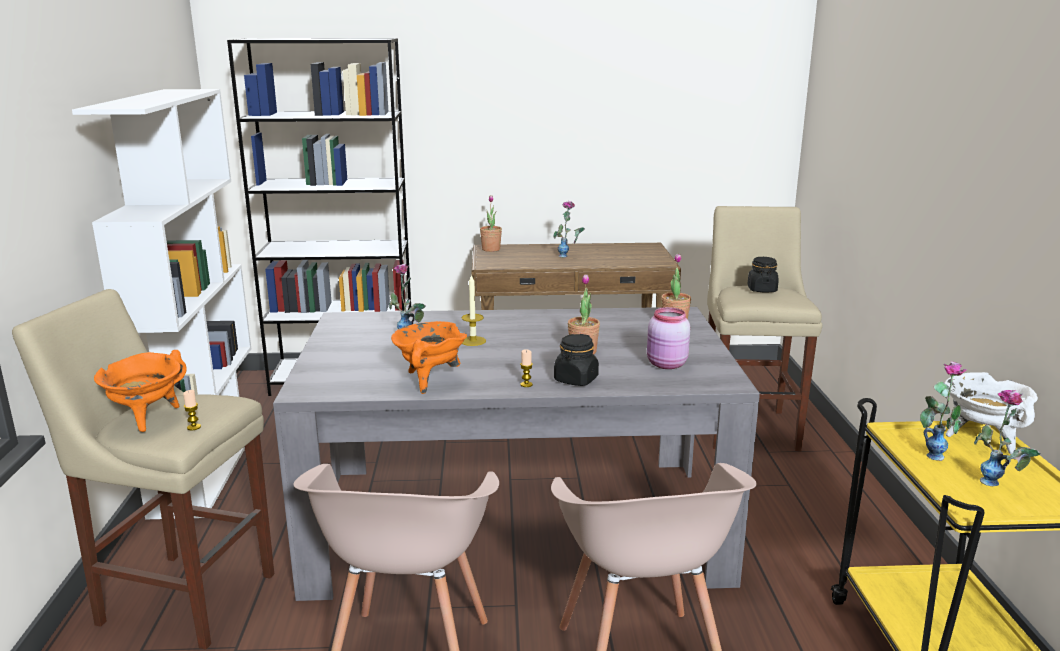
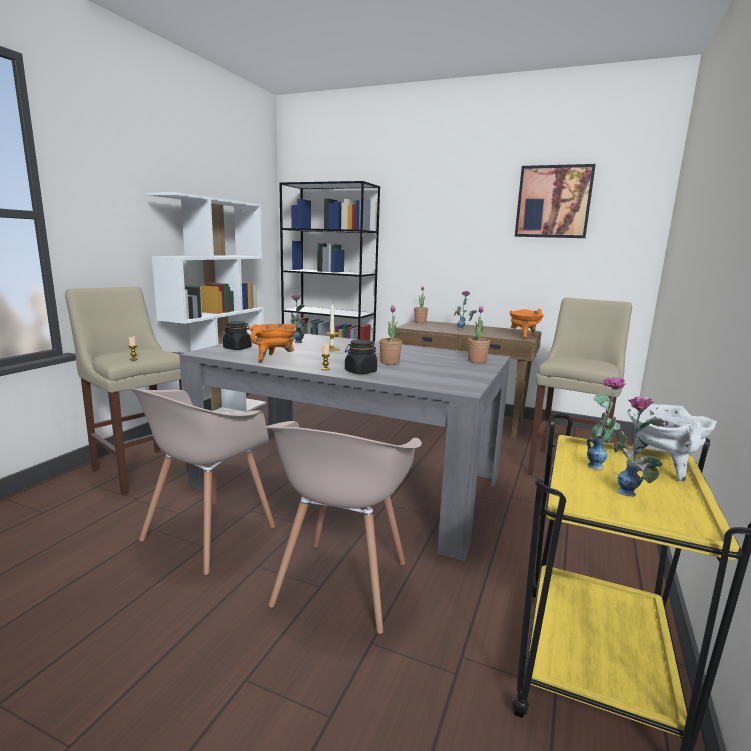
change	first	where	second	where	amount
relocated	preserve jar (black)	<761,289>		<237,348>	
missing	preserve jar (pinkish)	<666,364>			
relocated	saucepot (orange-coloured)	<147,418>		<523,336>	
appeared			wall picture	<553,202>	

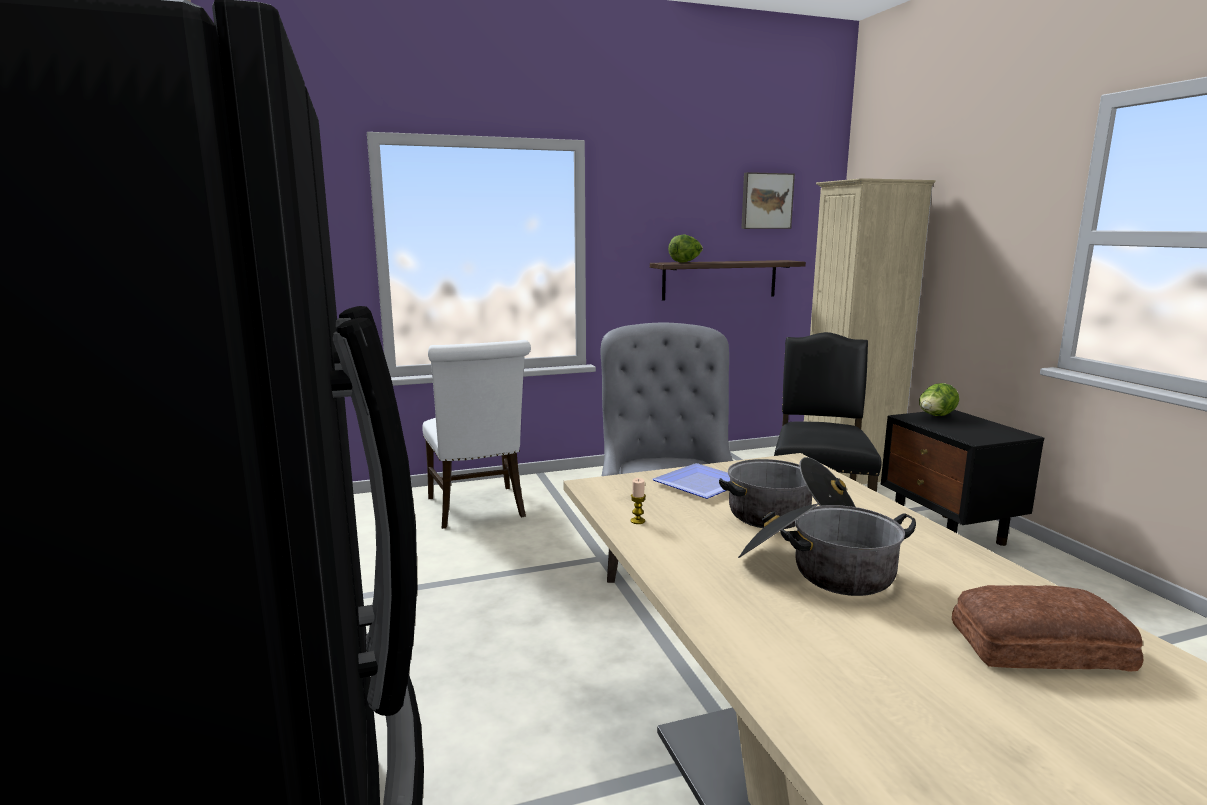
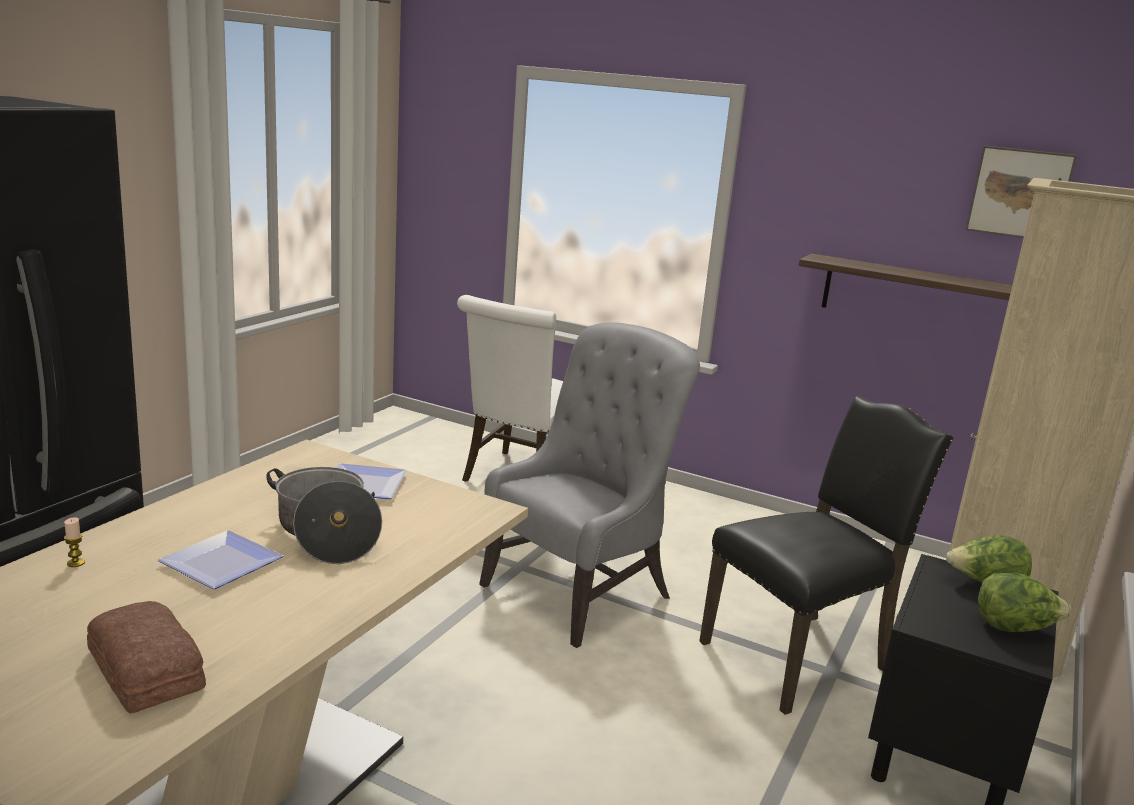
change	first	where	second	where	amount
relocated	lettuce	<685,262>		<1014,628>	
relocated	wax candle	<637,521>		<75,563>	
exchanged	saucepot	<819,570>	flat dish	<217,564>	

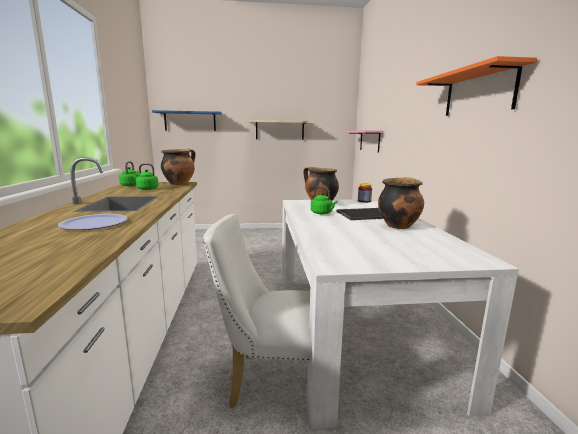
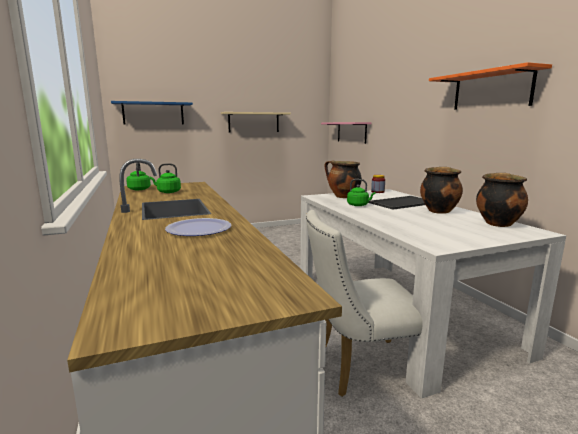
change	first	where	second	where	amount
relocated	saucepot	<179,184>		<497,223>	

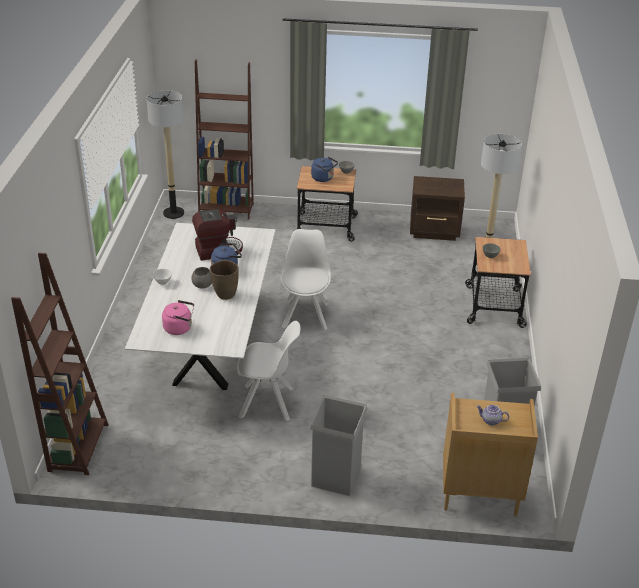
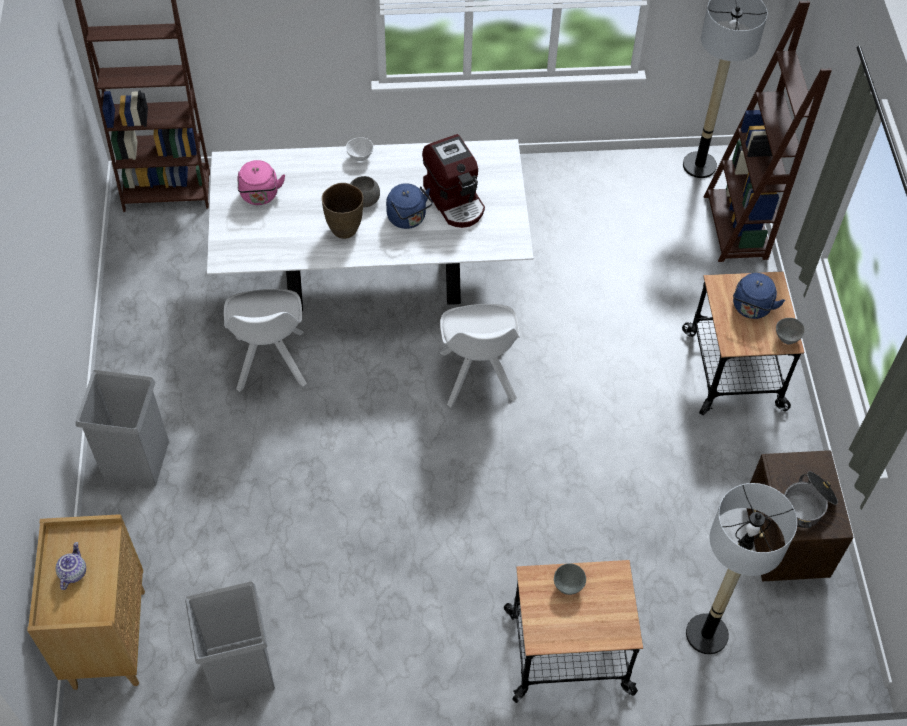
change	first	where	second	where	amount
spun	chair (whitish)	<306,314>		<477,377>	90 degrees clockwise
appeared			saucepot	<807,506>	

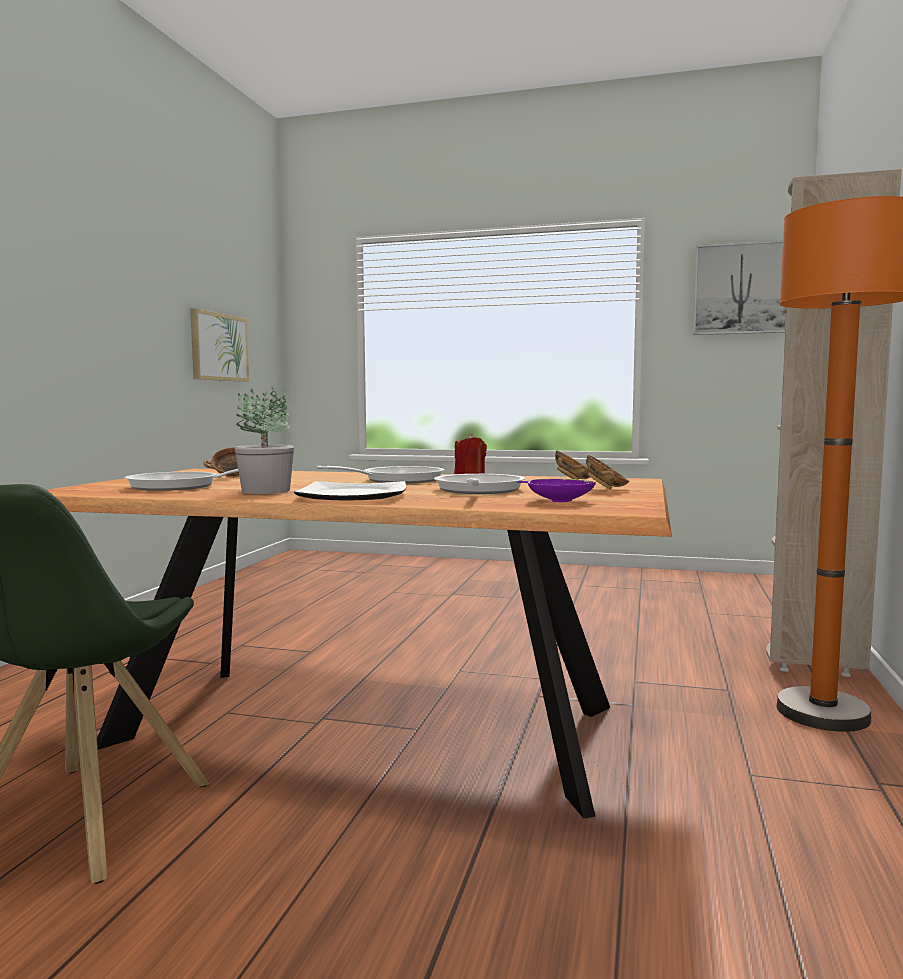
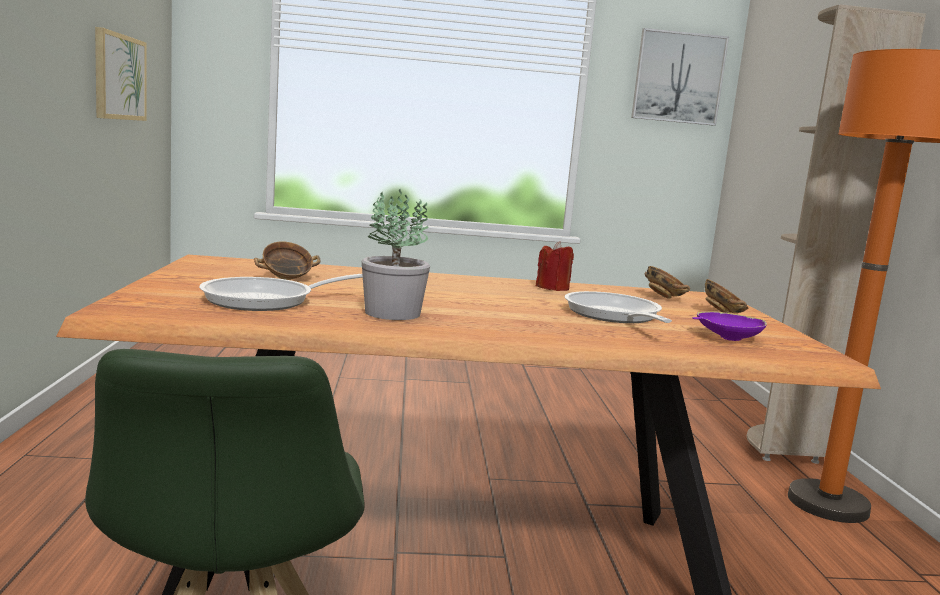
change	first	where	second	where	amount
missing	frying pan	<396,480>			
missing	flat dish	<352,495>			

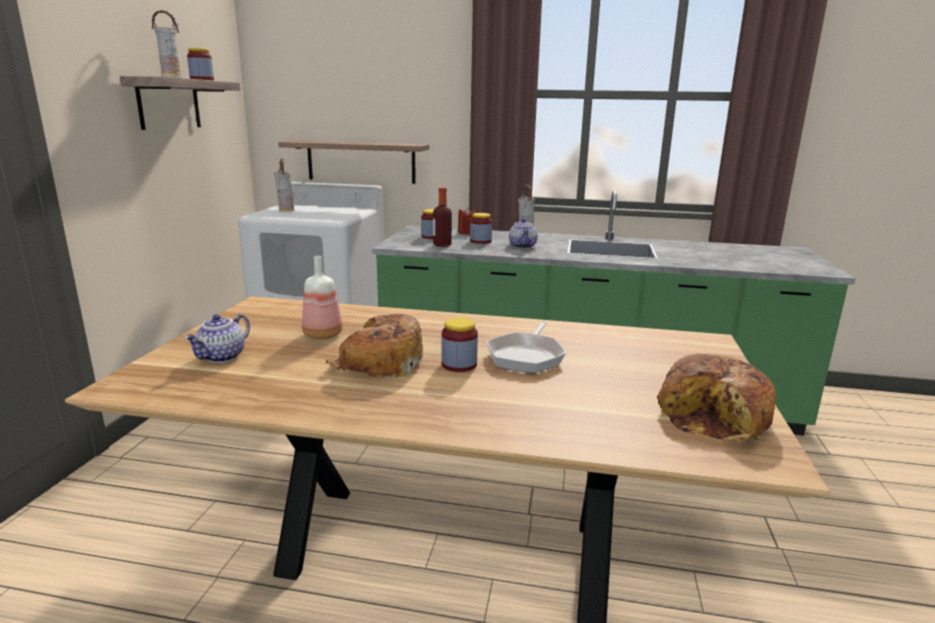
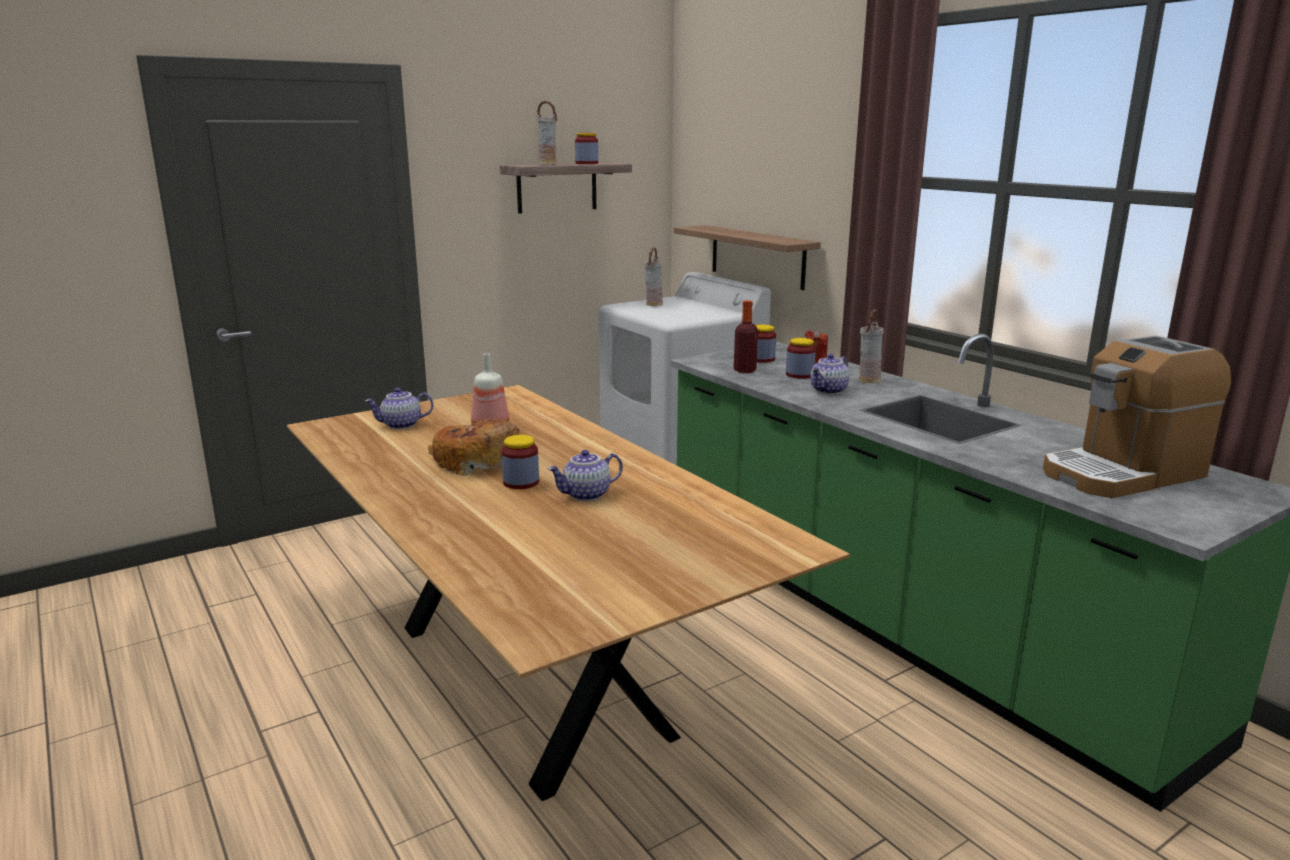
change	first	where	second	where	amount
exchanged	frying pan	<526,356>	teapot	<586,495>	
missing	bread	<715,416>			
appeared			coffee machine	<1123,473>	

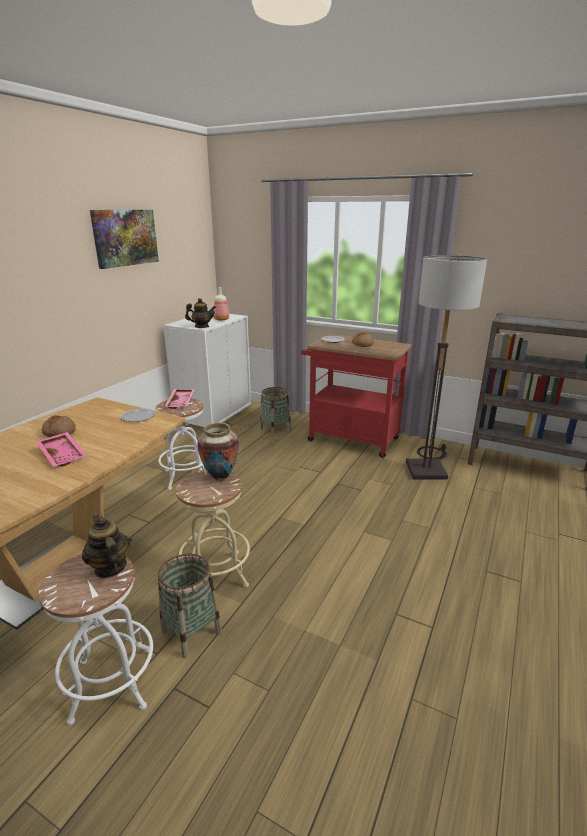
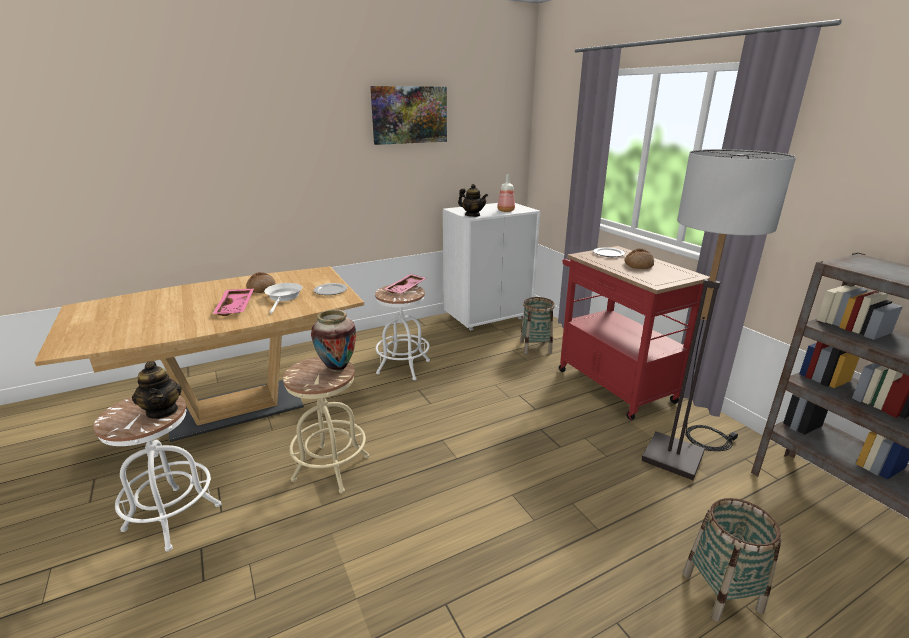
change	first	where	second	where	amount
spun	teapot	<110,568>		<163,411>	150 degrees clockwise
relocated	basket	<191,631>		<721,592>	
appeared			frying pan (whitish)	<284,297>	

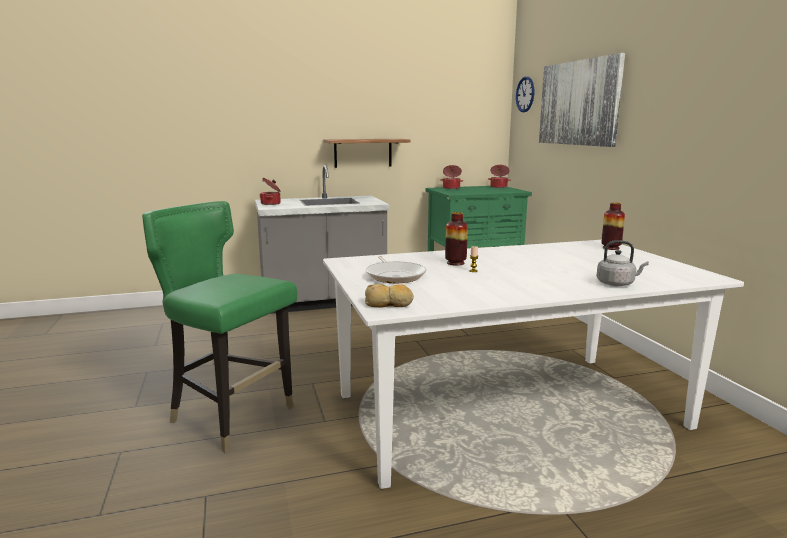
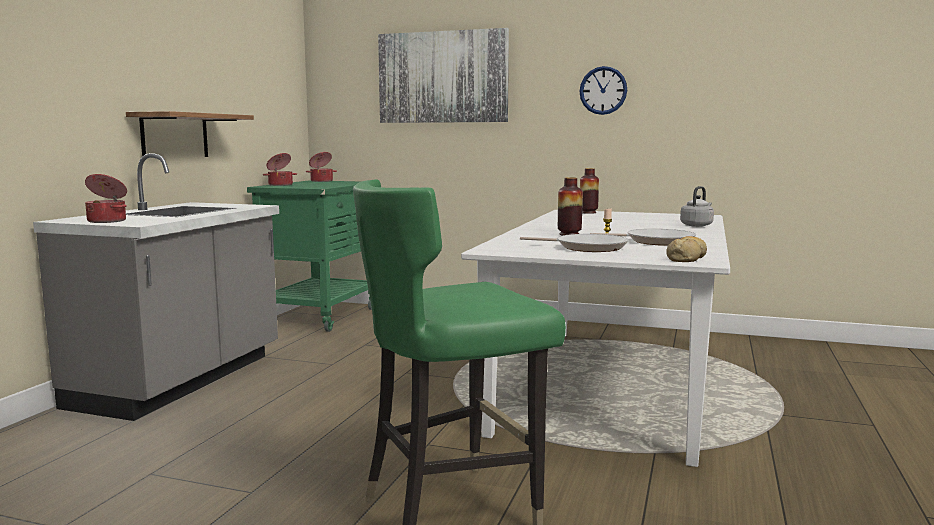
change	first	where	second	where	amount
relocated	clock on the wall	<525,94>		<603,90>	
appeared			frying pan	<655,241>	

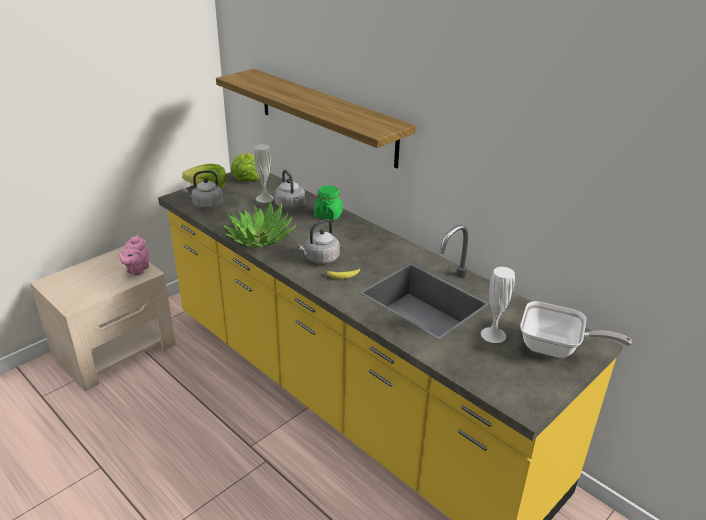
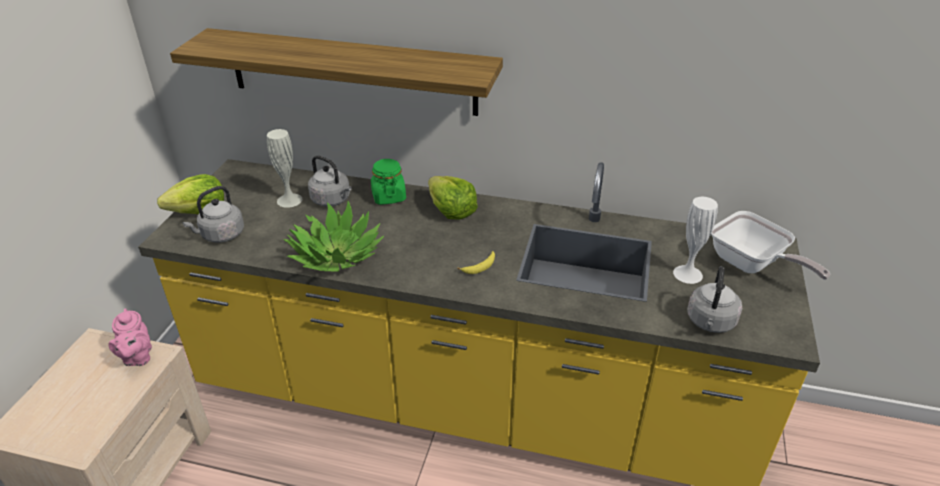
change	first	where	second	where	amount
relocated	lettuce	<246,177>		<451,211>	
relocated	water kettle (gray)	<320,259>		<710,323>	
spun	frying pan	<556,348>		<751,265>	60 degrees clockwise

